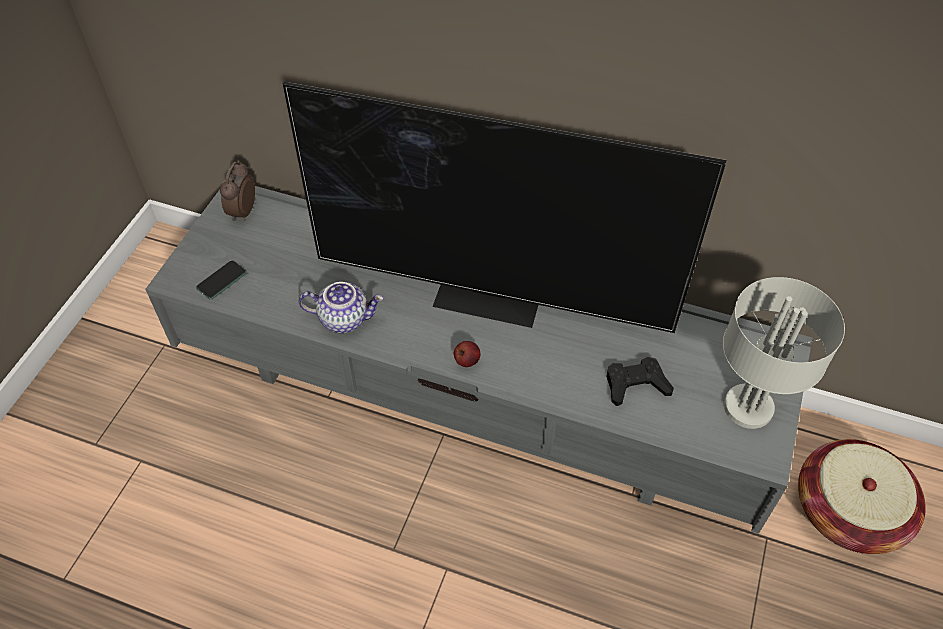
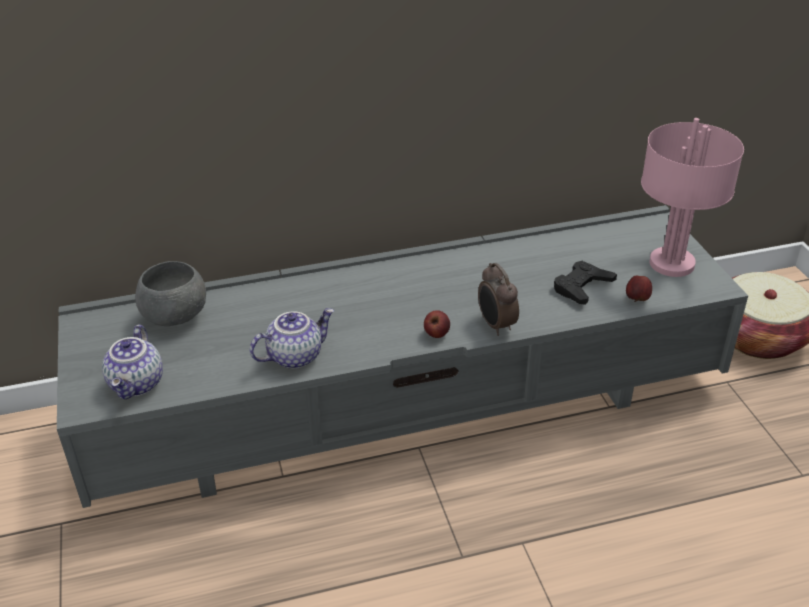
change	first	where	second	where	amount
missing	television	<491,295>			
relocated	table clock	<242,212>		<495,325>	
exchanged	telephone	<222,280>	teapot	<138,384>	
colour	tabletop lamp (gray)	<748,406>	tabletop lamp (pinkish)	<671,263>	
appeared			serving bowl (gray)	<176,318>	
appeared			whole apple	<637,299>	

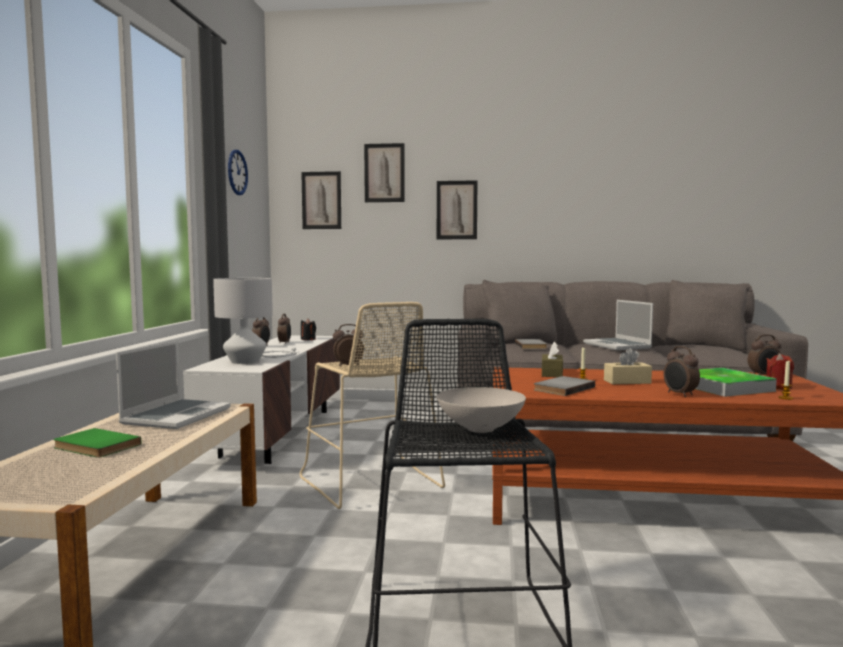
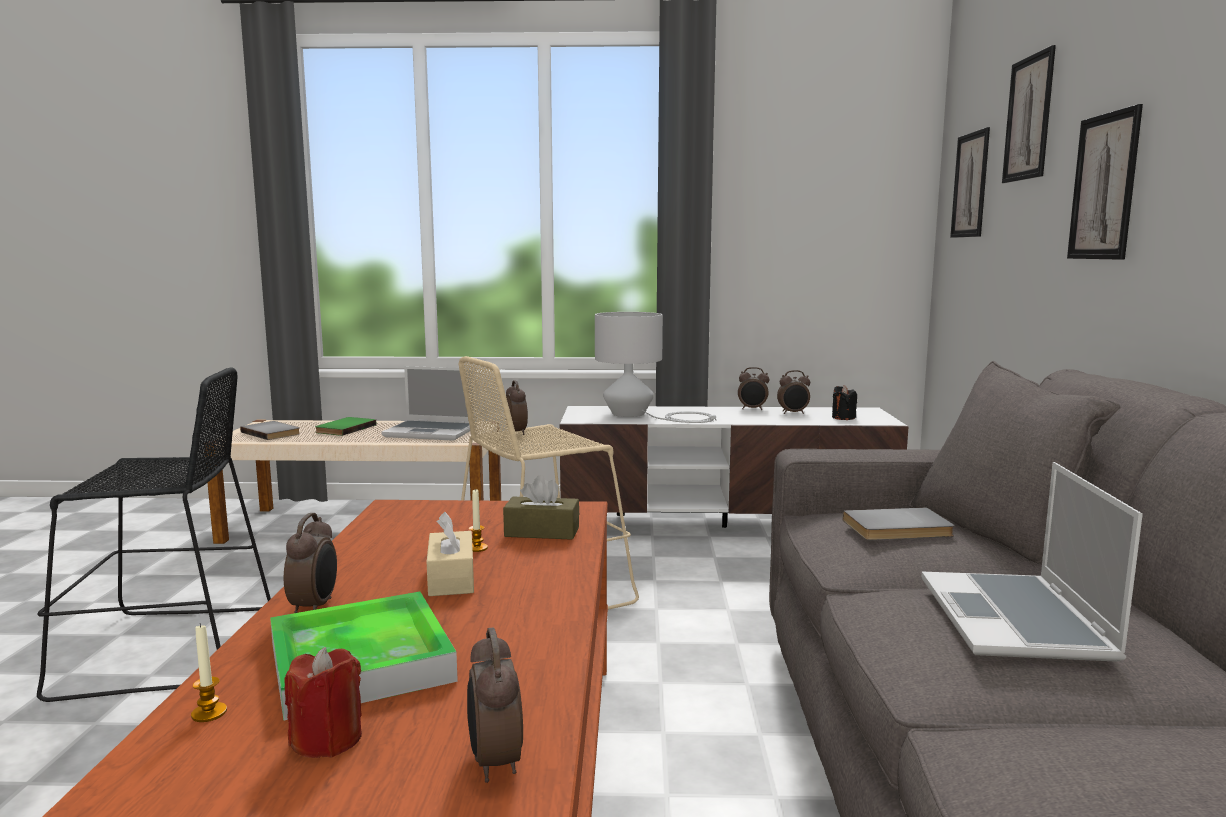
change	first	where	second	where	amount
missing	clock on the wall	<237,172>			
spun	portable computer	<618,346>		<1017,620>	60 degrees counterclockwise
spun	table clock	<680,394>		<315,607>	120 degrees clockwise
relocated	volume (gray)	<562,388>		<272,433>	
missing	serving bowl (whitish)	<480,429>			

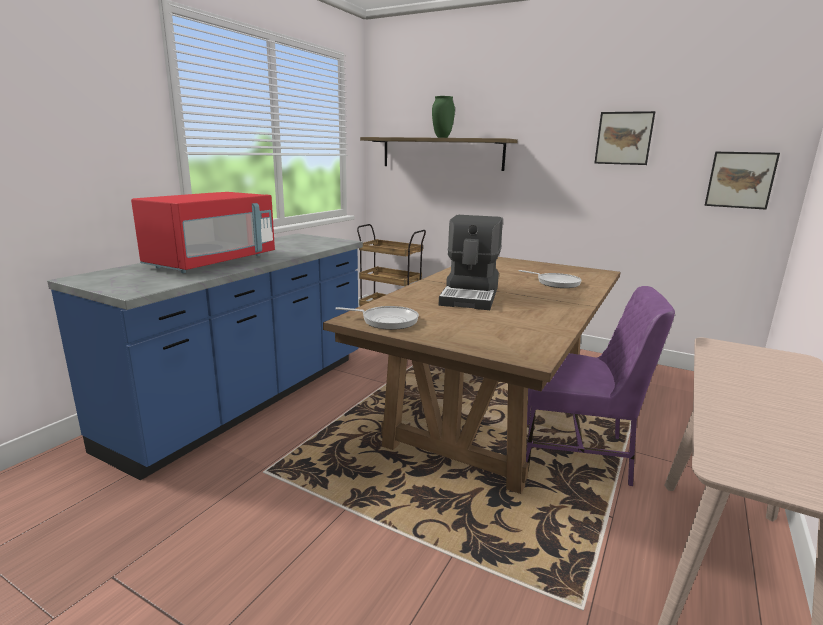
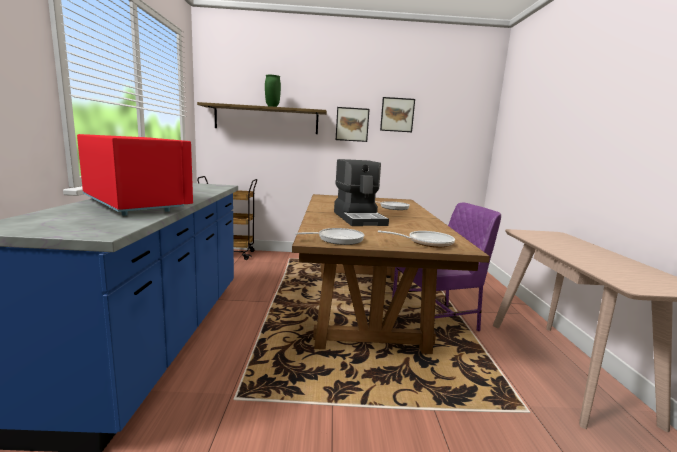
change	first	where	second	where	amount
relocated	wall picture	<740,180>		<352,124>	
spun	microwave oven (reddish)	<213,262>		<136,204>	45 degrees counterclockwise
appeared			frying pan	<426,242>	

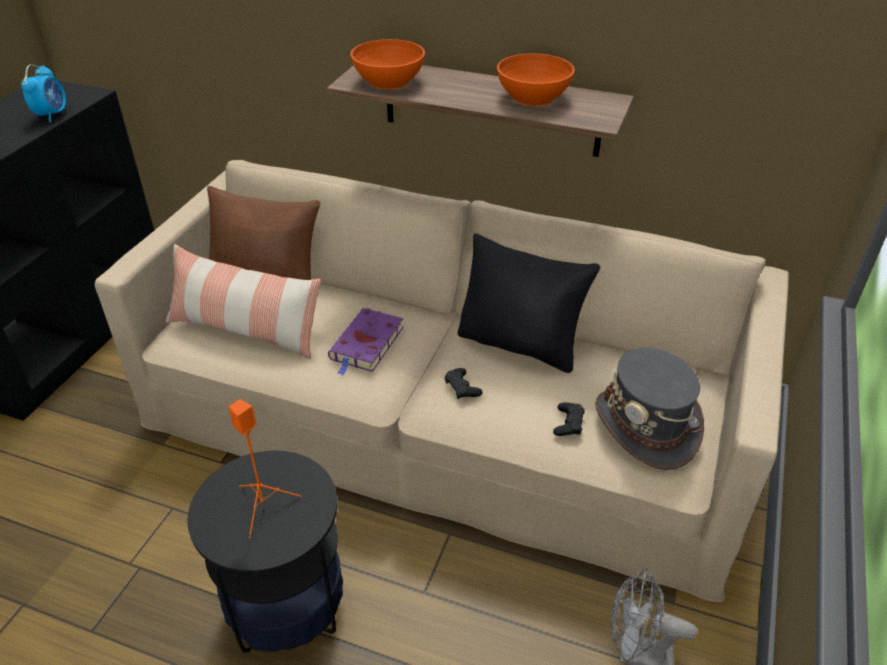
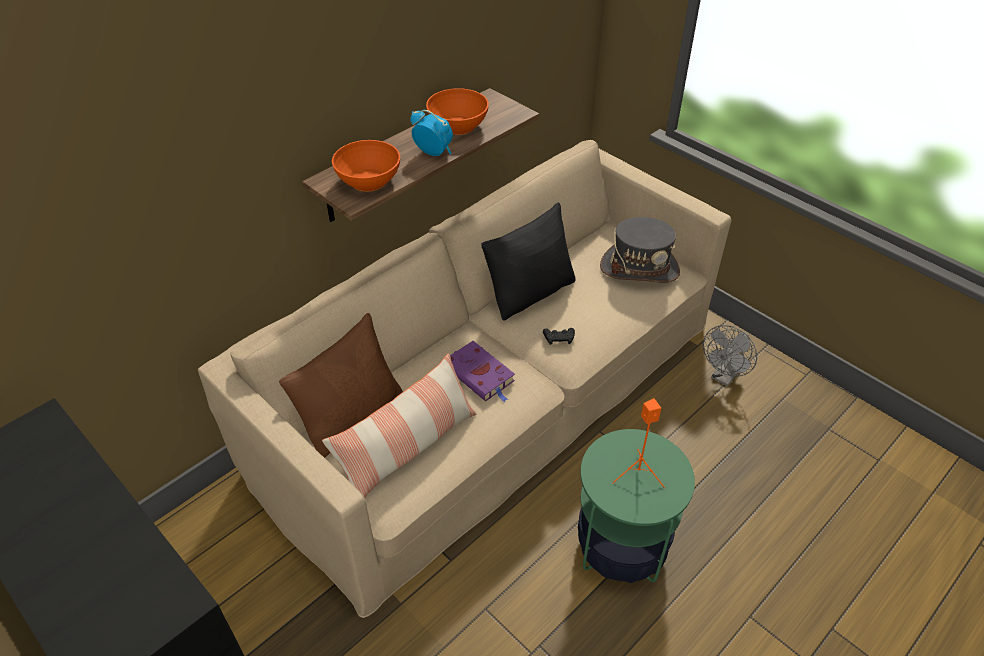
change	first	where	second	where	amount
relocated	table clock	<52,115>		<433,152>	
missing	joypad (black)	<568,423>			
colour	end table (black)	<287,607>	end table (green)	<621,547>	

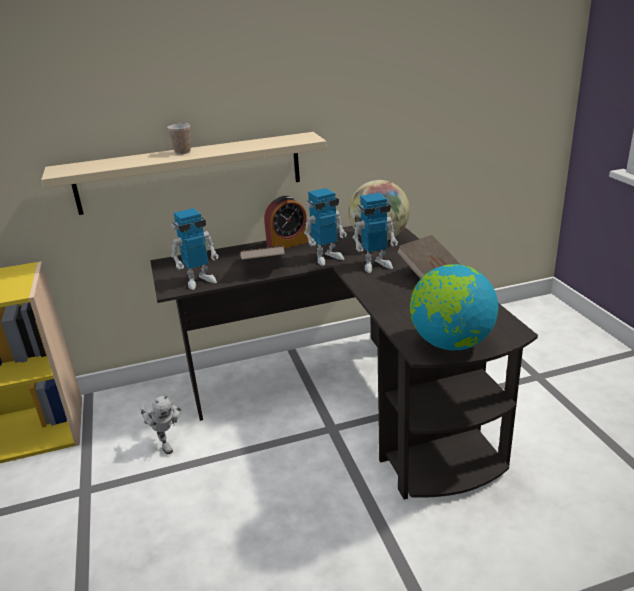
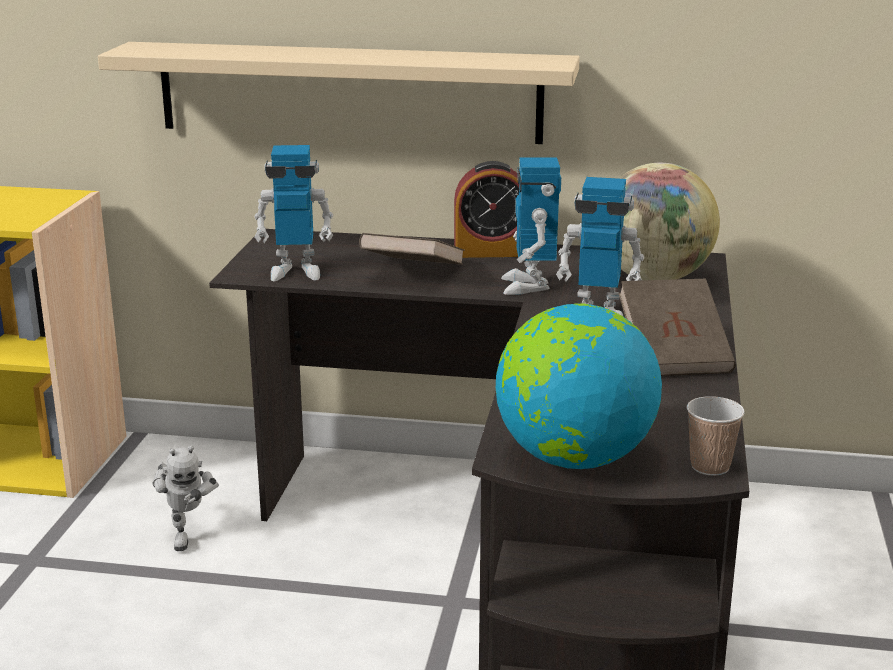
change	first	where	second	where	amount
relocated	cup	<183,152>		<710,466>	
spun	model robot	<326,257>		<529,285>	90 degrees clockwise

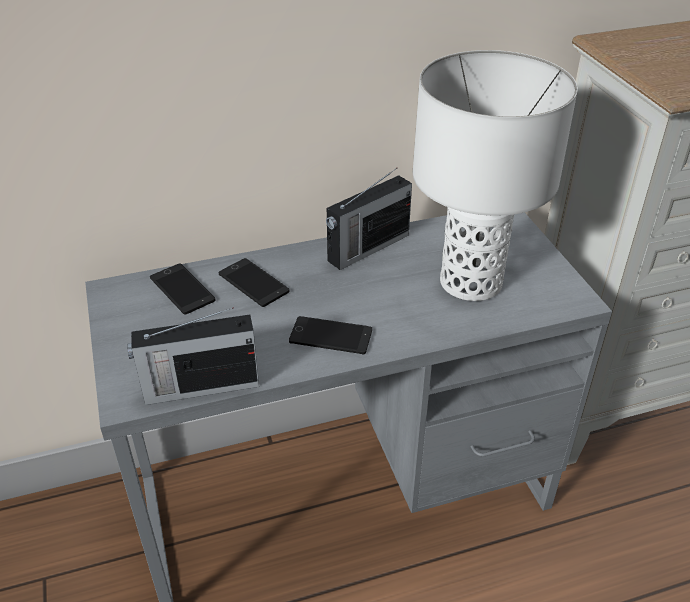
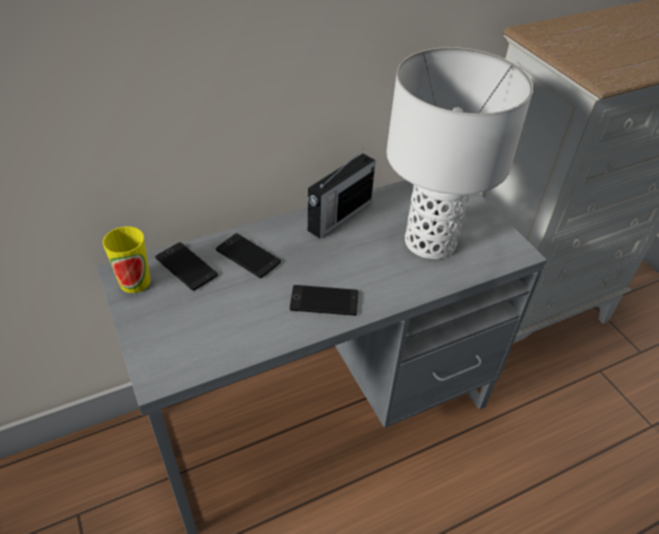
change	first	where	second	where	amount
missing	radio set	<199,387>			
appeared			cup	<135,282>	

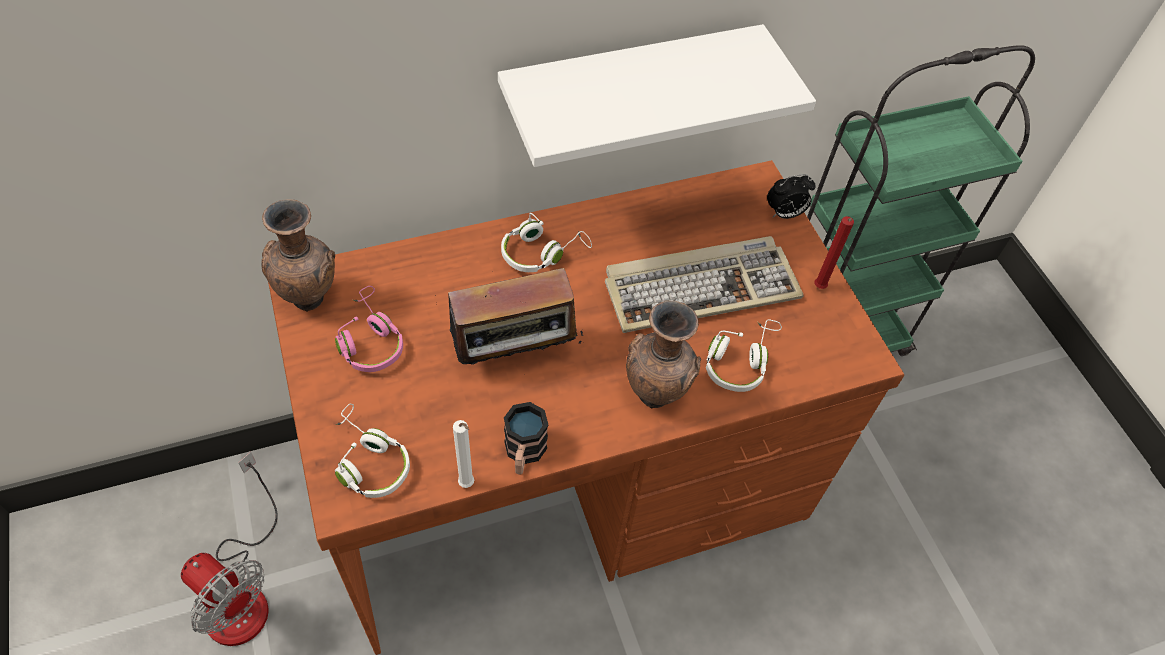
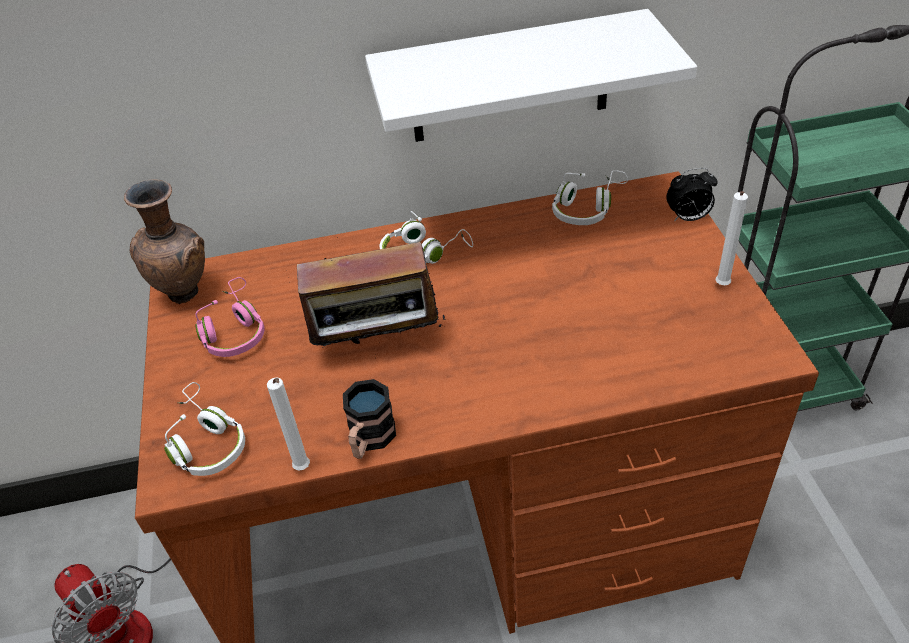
change	first	where	second	where	amount
colour	wax candle (reddish)	<819,288>	wax candle (whitish)	<721,286>	
missing	keyboard	<701,287>			
missing	vase (brownish)	<656,394>			
relocated	headset (whitish)	<739,361>		<587,208>	

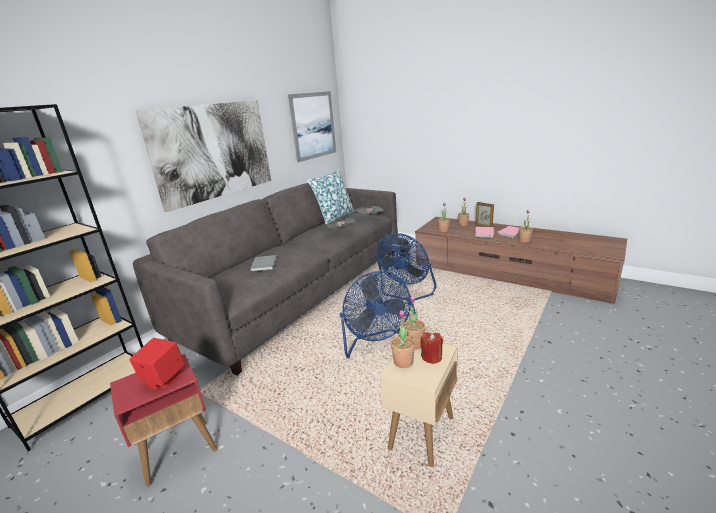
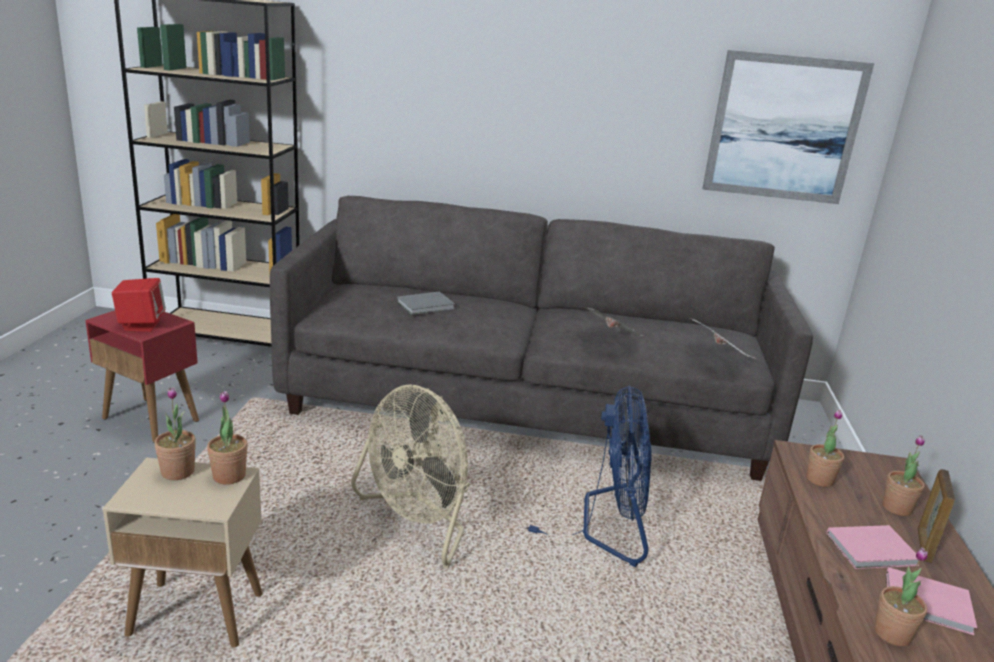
change	first	where	second	where	amount
missing	wall picture	<213,151>			
missing	throw pillow	<334,218>			
colour	electric fan (blue)	<374,341>	electric fan (beige)	<420,518>	
missing	wax candle (reddish)	<431,357>			

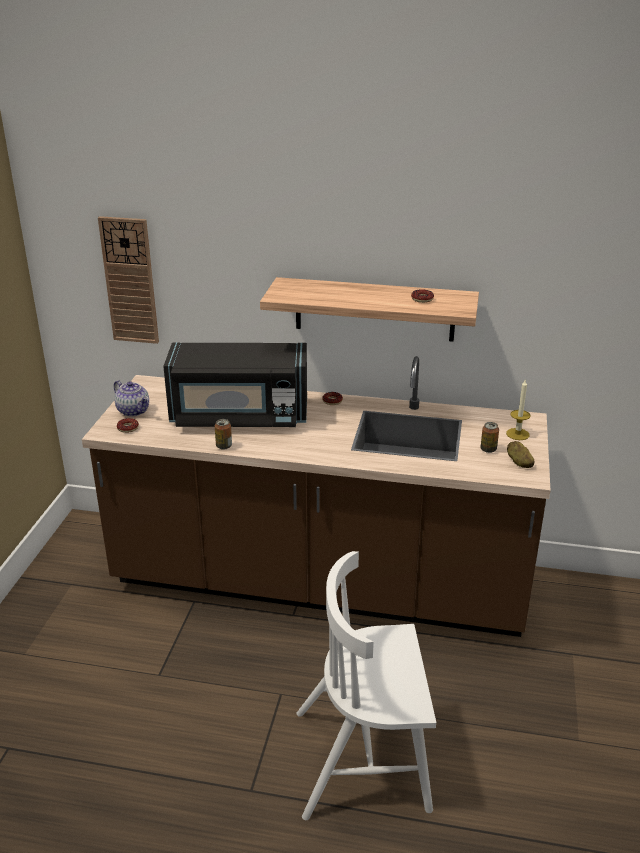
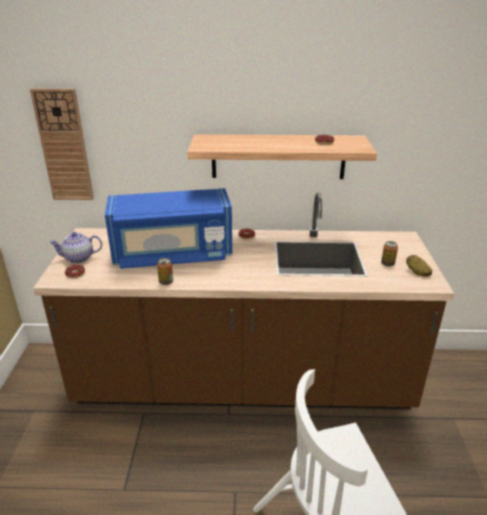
change	first	where	second	where	amount
colour	microwave oven (black)	<239,416>	microwave oven (blue)	<172,255>	
spun	teapot	<134,411>		<78,258>	135 degrees clockwise
missing	wax candle	<517,434>			

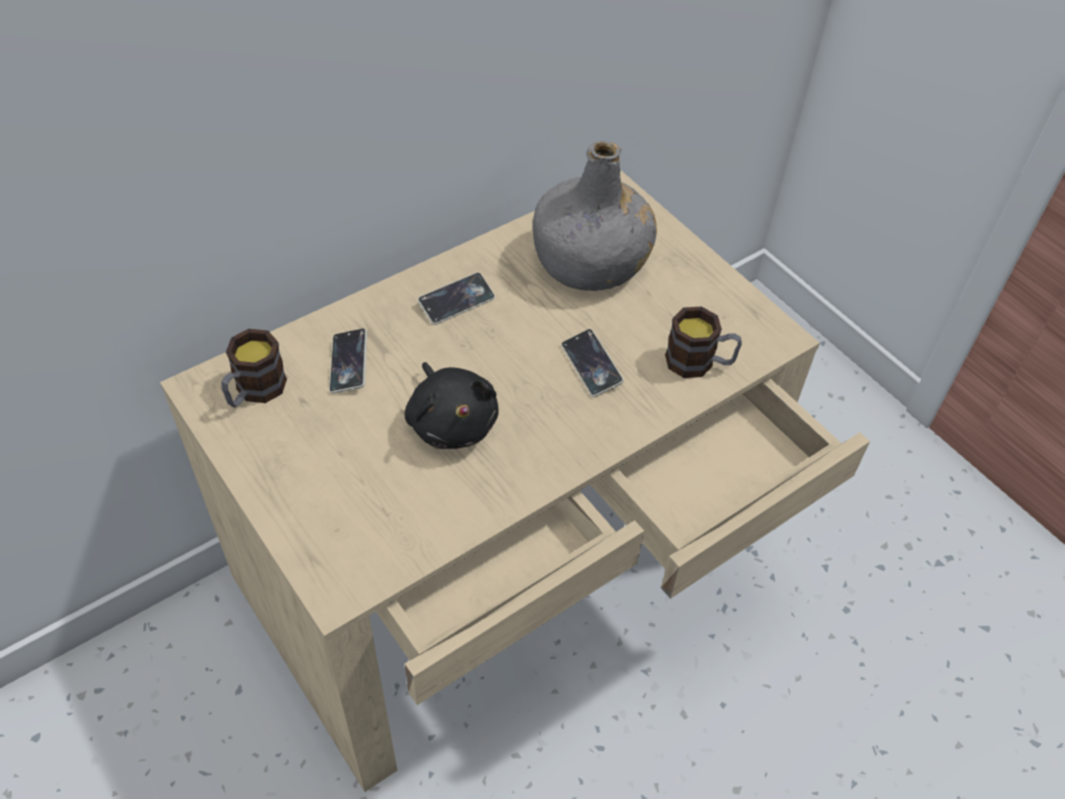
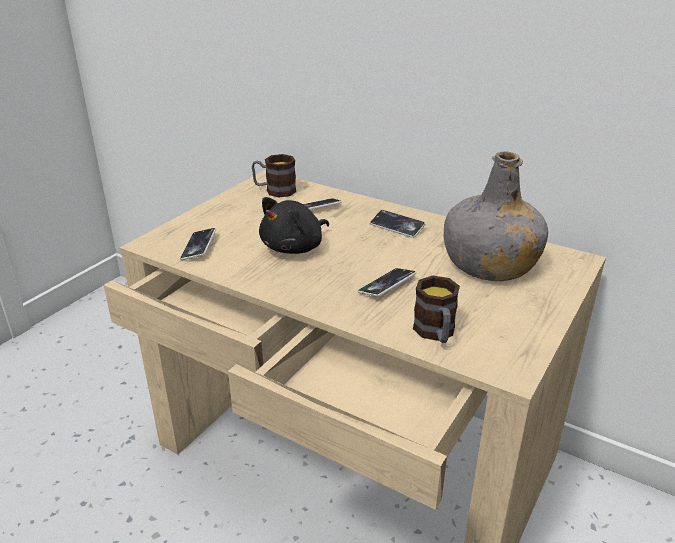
change	first	where	second	where	amount
appeared			telephone	<199,247>	

